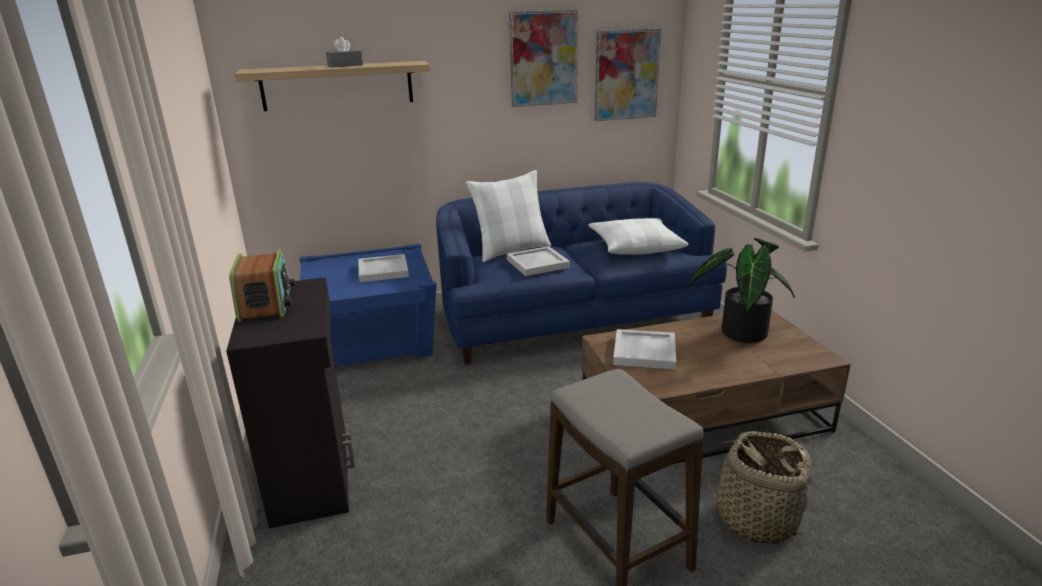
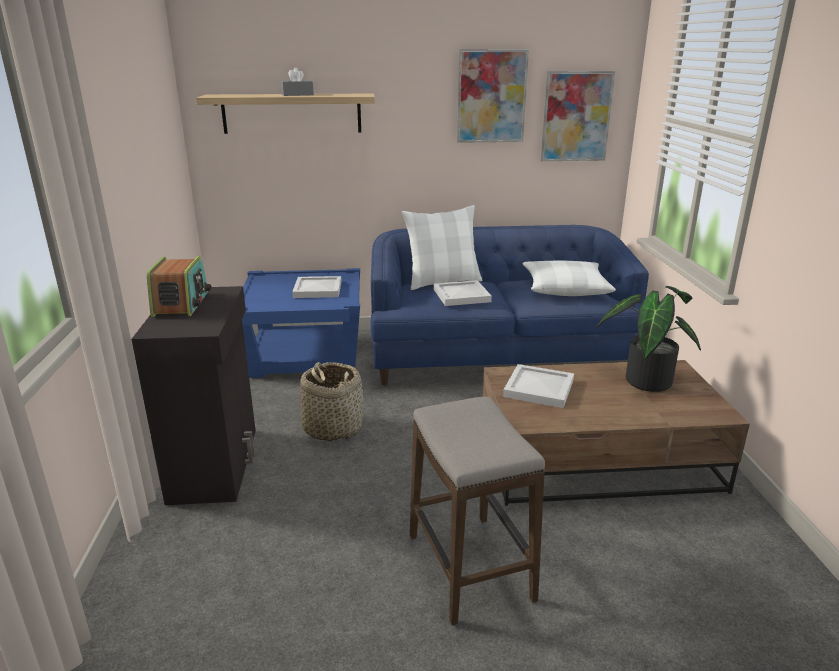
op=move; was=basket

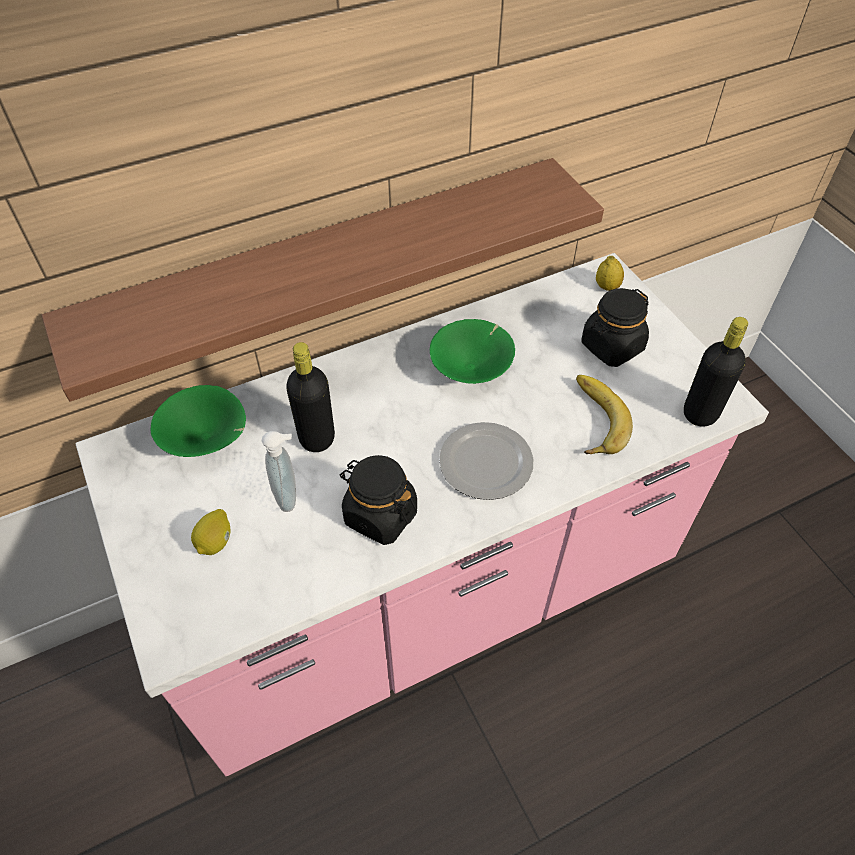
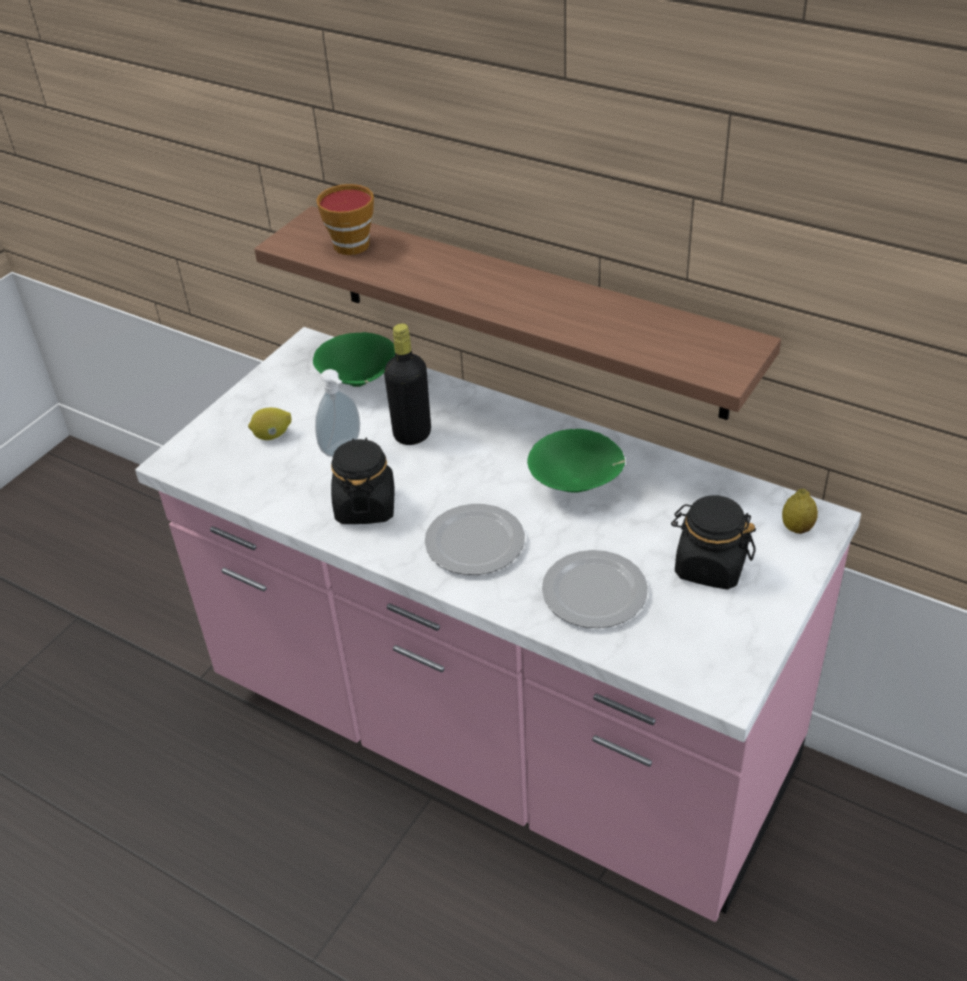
op=insert; now=cup
op=replace; was=whole banana; now=plate (2nd from left)
op=delete; was=blackish drink bottle (2nd from left)

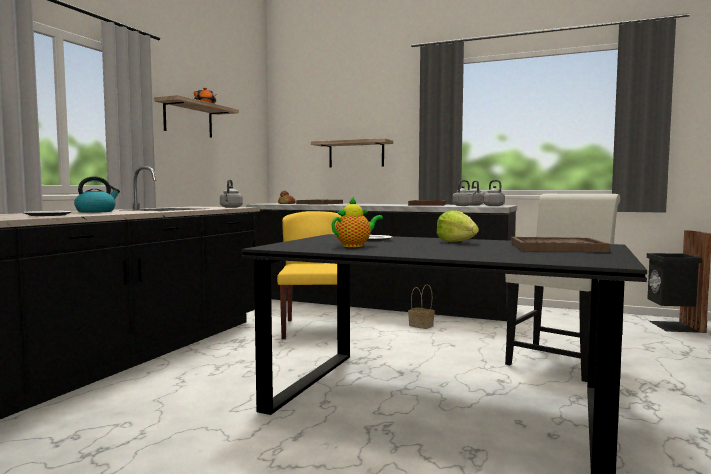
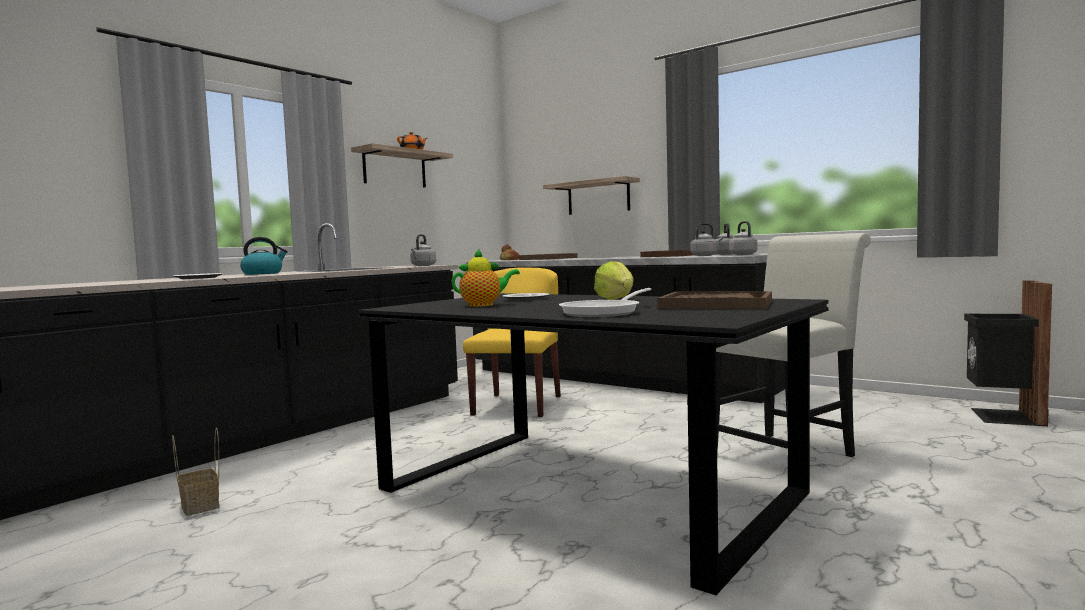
op=move; was=basket
op=insert; now=frying pan

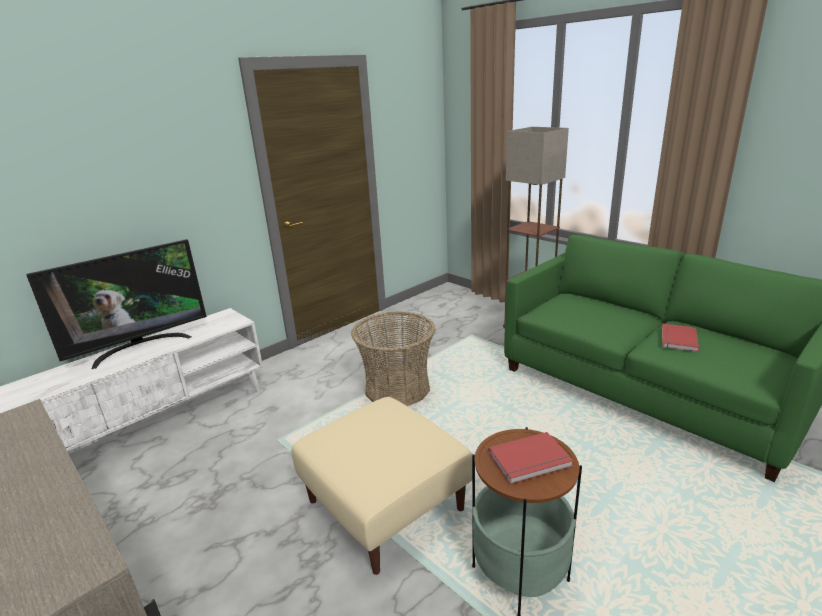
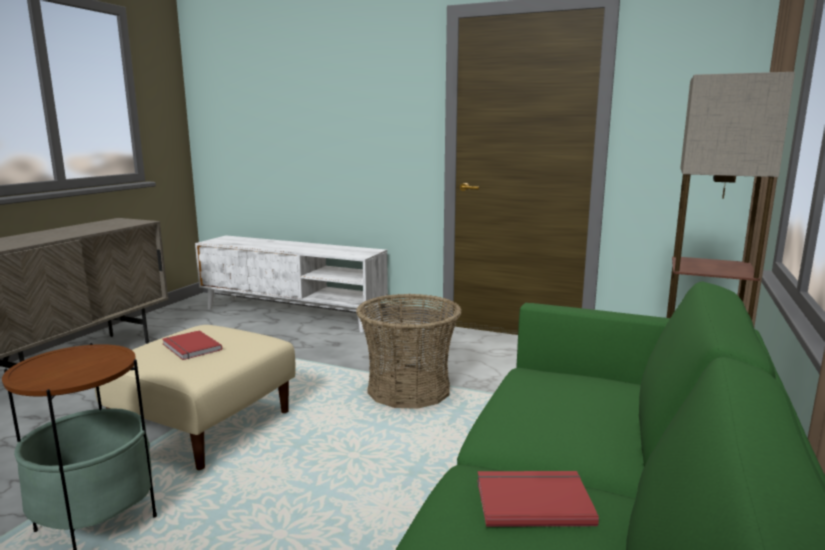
op=move; was=reddish volume (1st from left)
op=delete; was=TV set

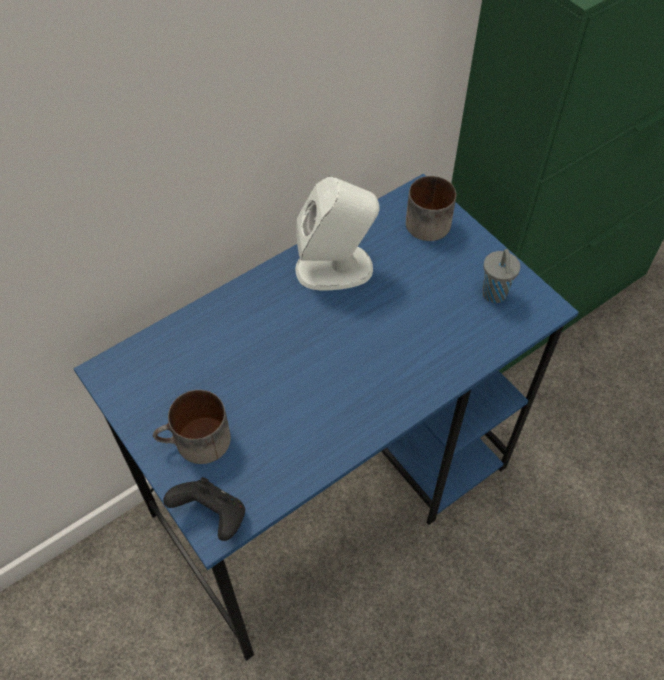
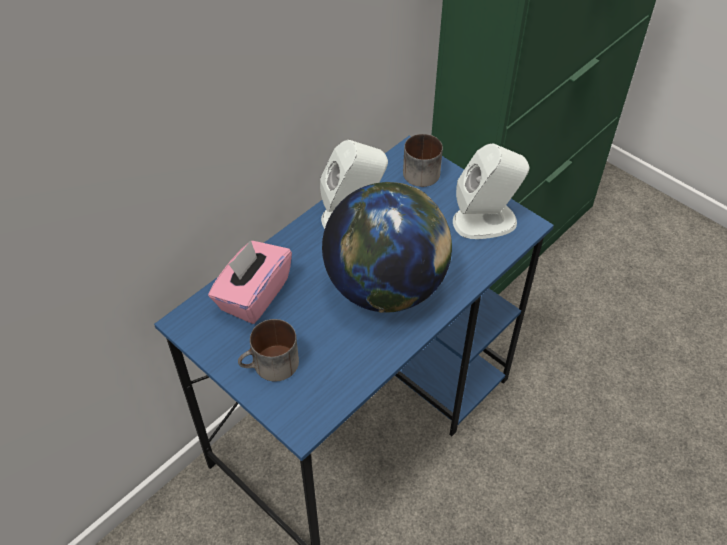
op=insert; now=pinkish box of tissues
op=insert; now=globe
op=replace; was=grey cup; now=white loudspeaker (2nd from left)
op=delete; was=blackish joypad

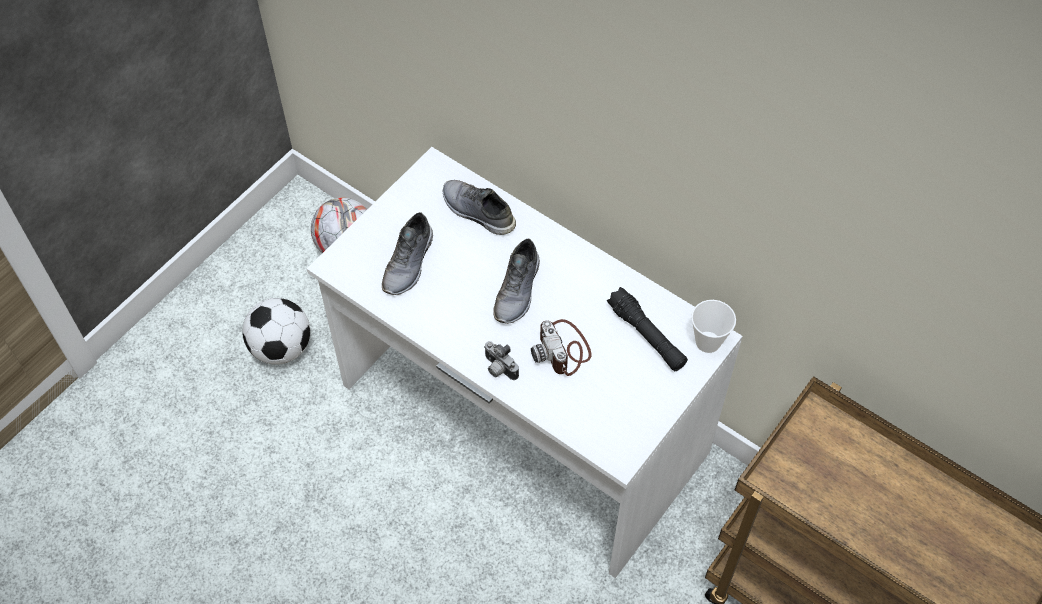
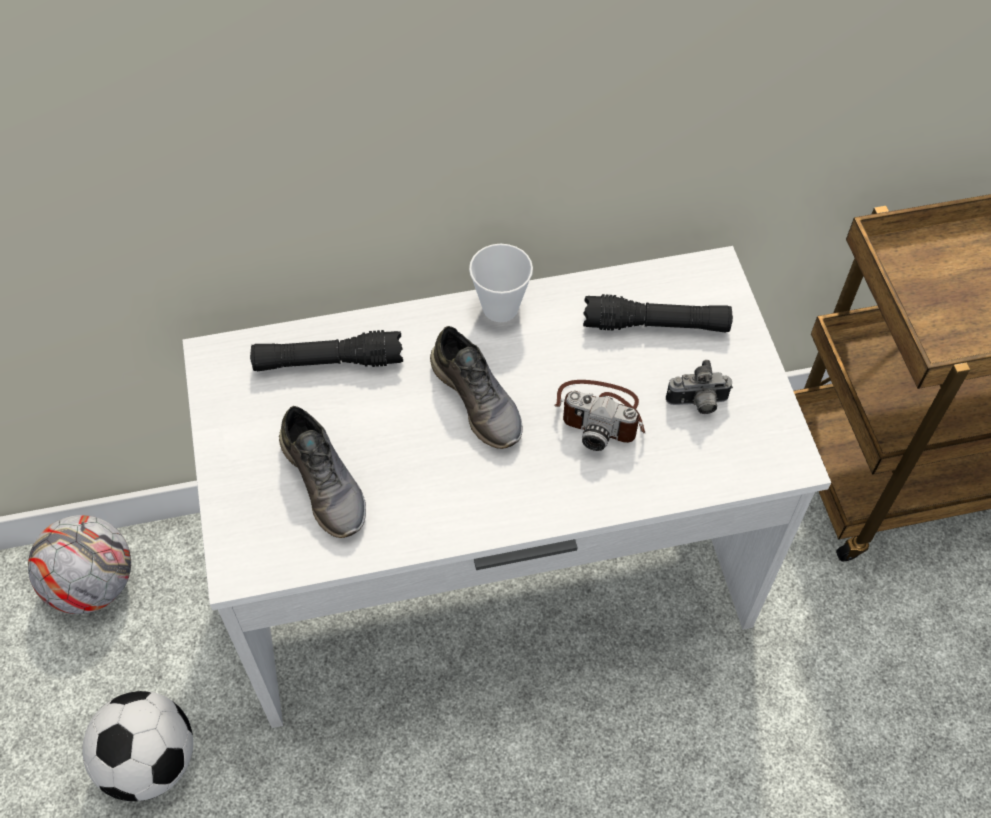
op=replace; was=grey low shoe (2nd from left); now=blackish flashlight (1st from left)
op=move; was=cup
op=move; was=photo camera (1st from left in the first image); now=photo camera (2nd from left)

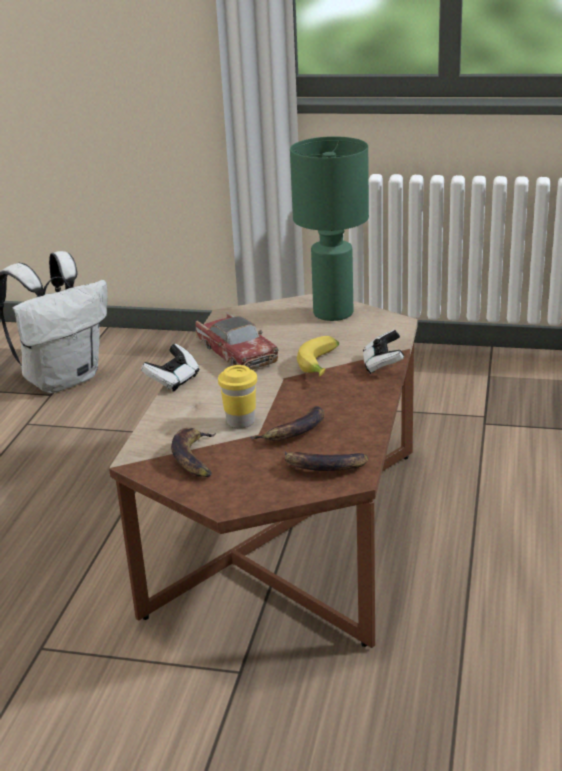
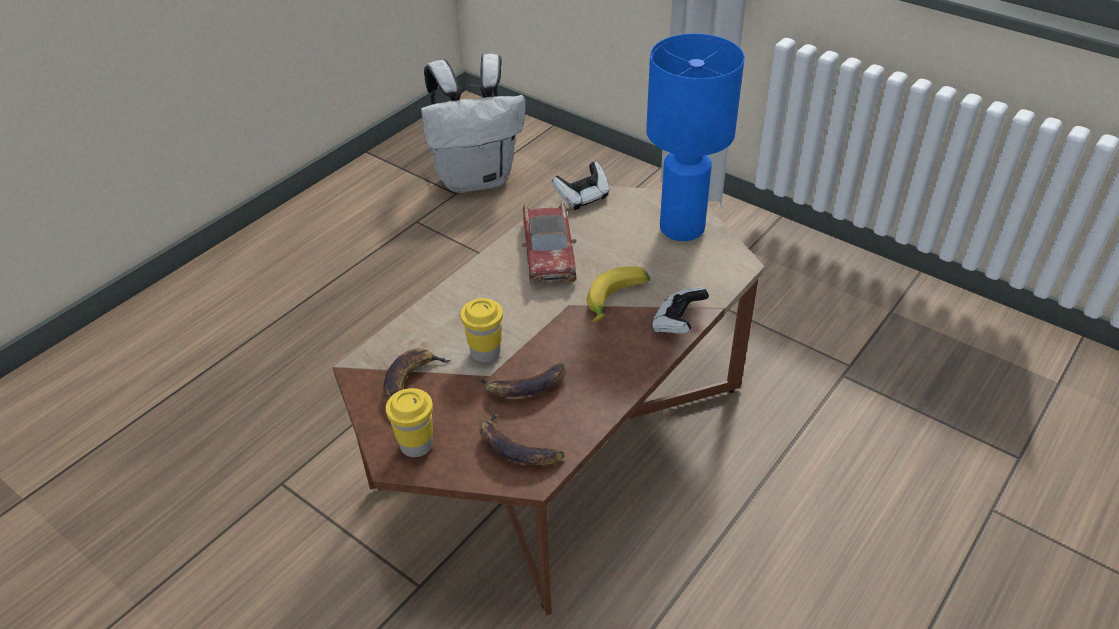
op=insert; now=yellow cup (1st from left)
op=move; was=joypad (1st from left)
op=recolor; was=green tabletop lamp; now=blue tabletop lamp

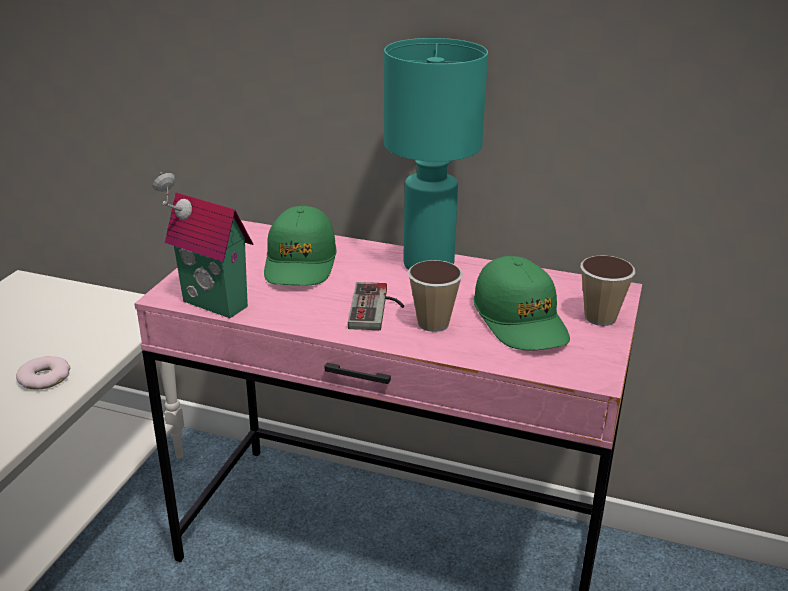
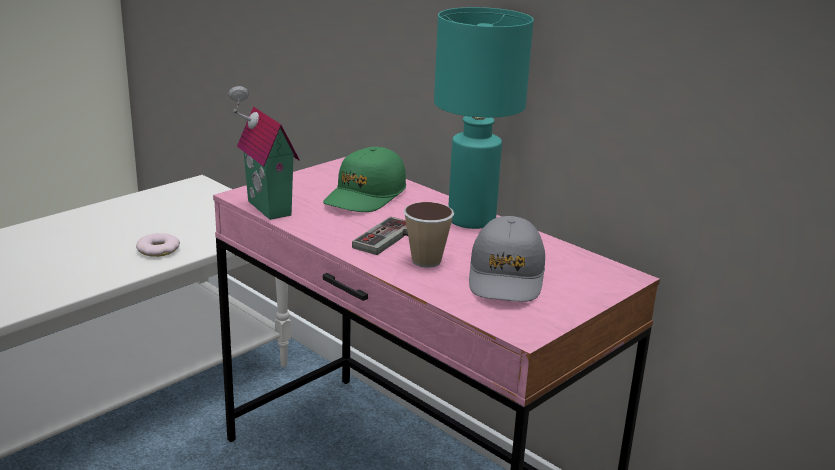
op=recolor; was=green peaked cap (2nd from left); now=grey peaked cap
op=delete; was=cup (2nd from left)

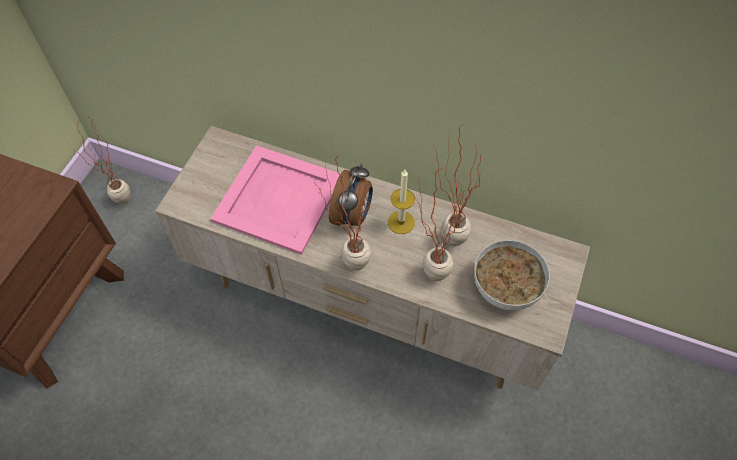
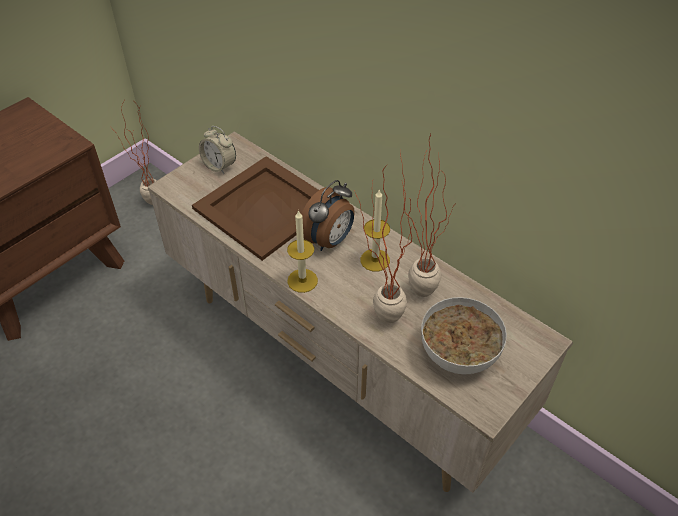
op=recolor; was=pinkish carrying tray; now=brown carrying tray
op=insert; now=table clock (1st from left)
op=replace; was=houseplant (2nd from left); now=wax candle (1st from left)

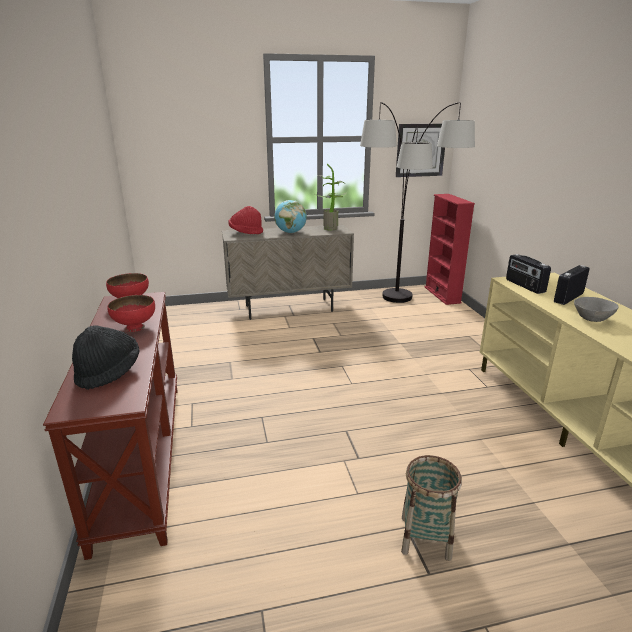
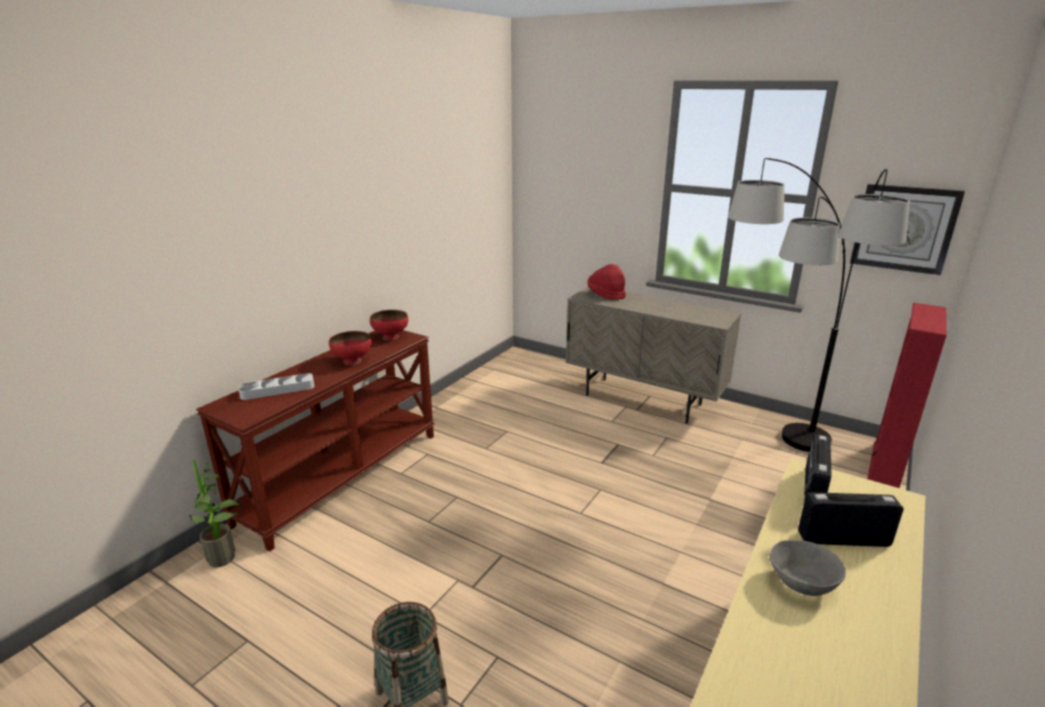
op=move; was=houseplant
op=replace; was=blackish hat; now=grey carrying tray
op=delete; was=globe

